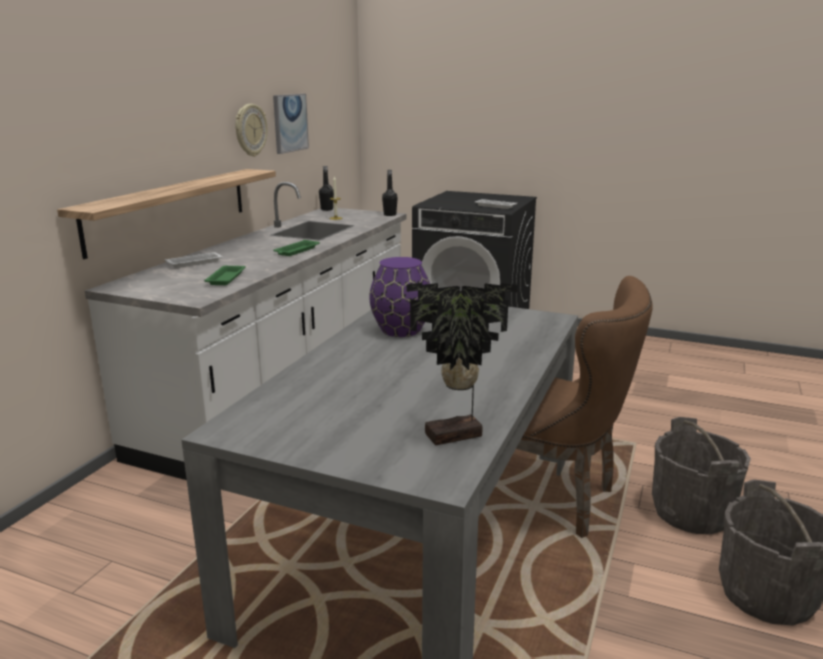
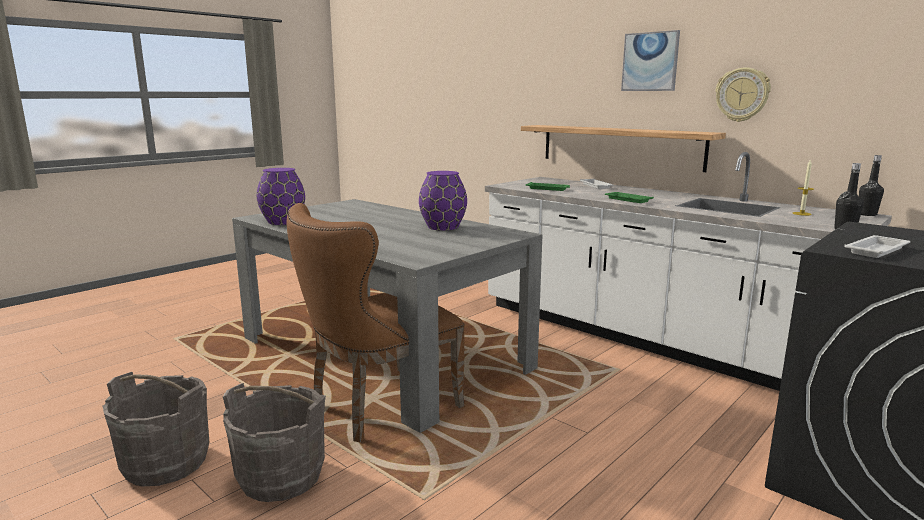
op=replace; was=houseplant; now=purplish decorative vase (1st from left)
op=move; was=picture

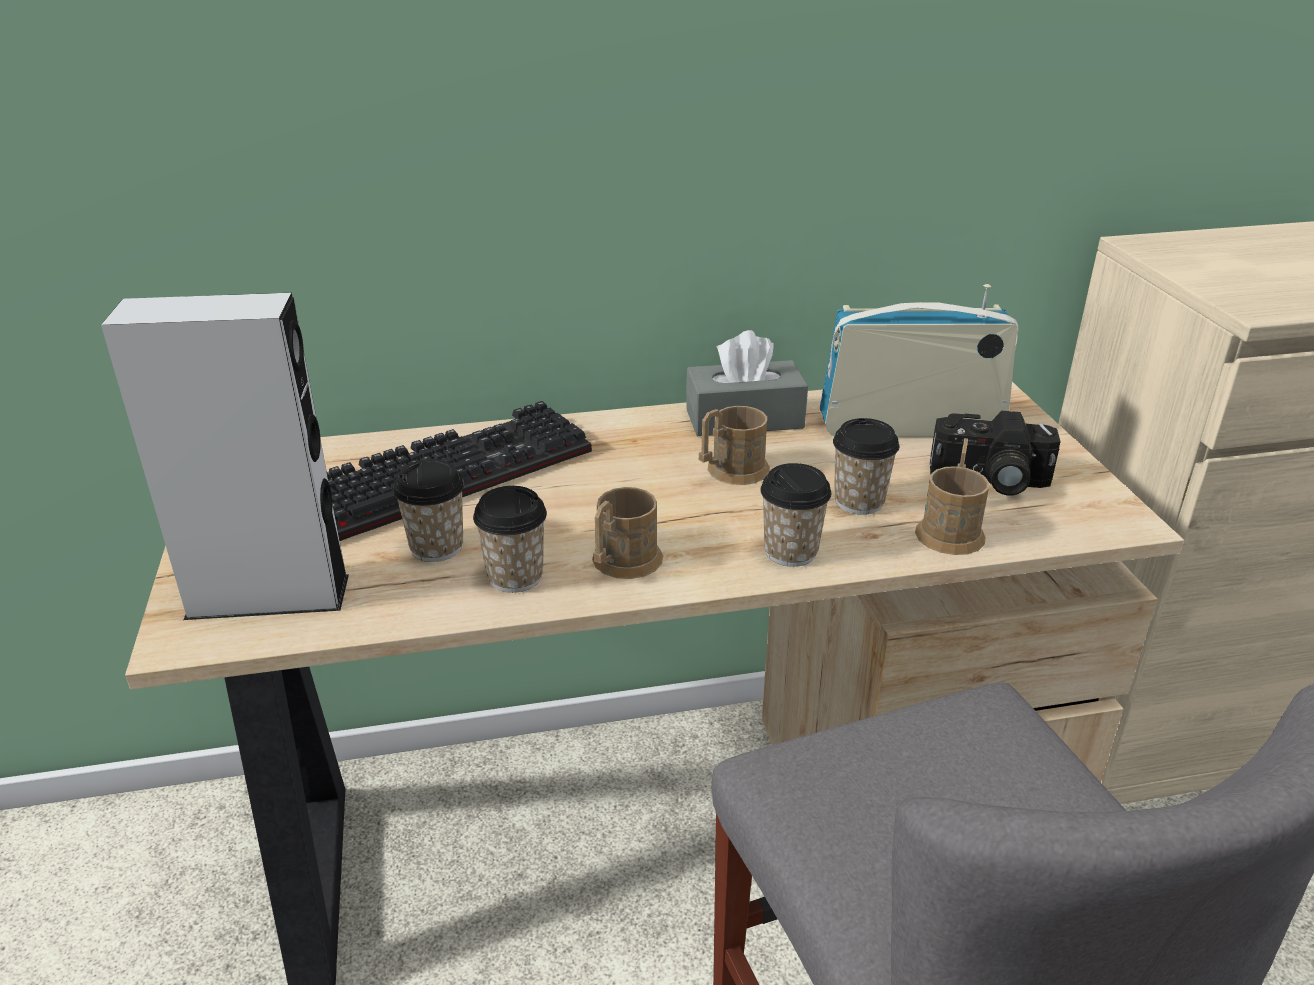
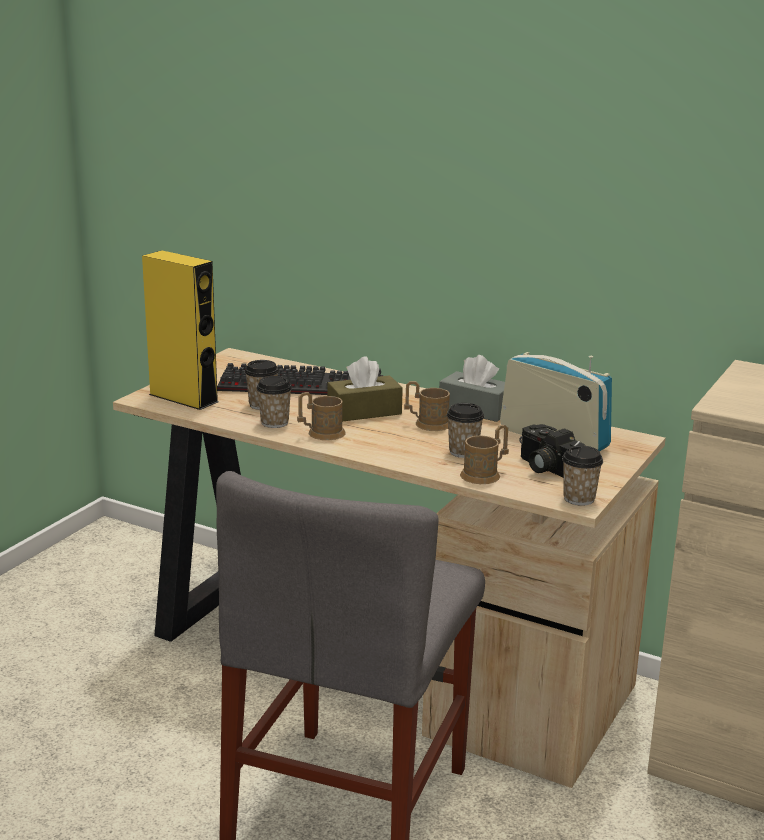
op=recolor; was=grey loudspeaker; now=yellow loudspeaker
op=insert; now=brown box of tissues
op=move; was=cup (3rd from left in the first image); now=cup (4th from left)

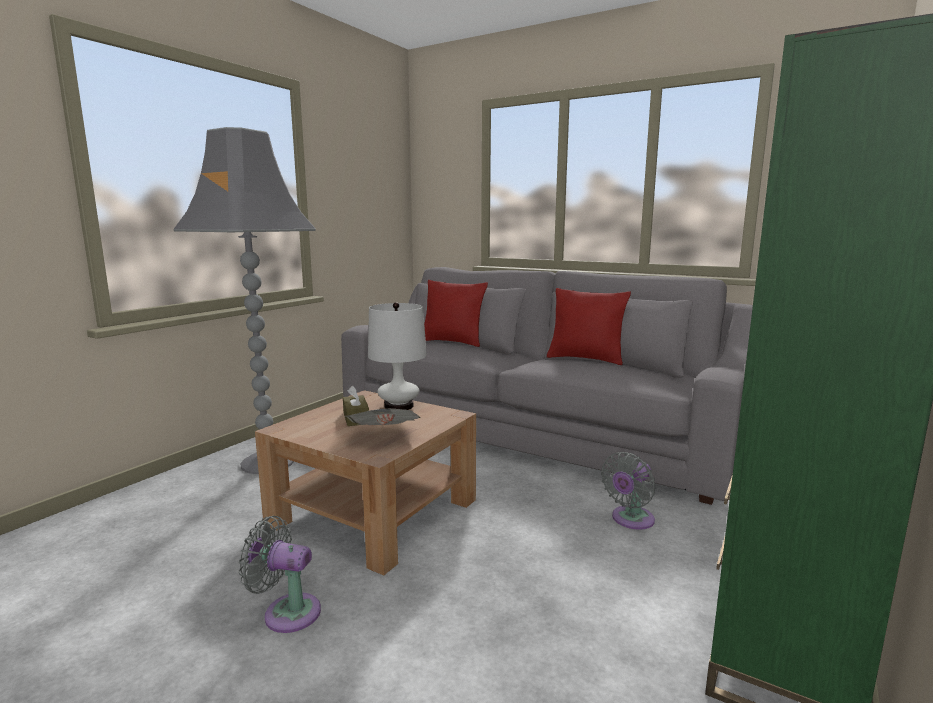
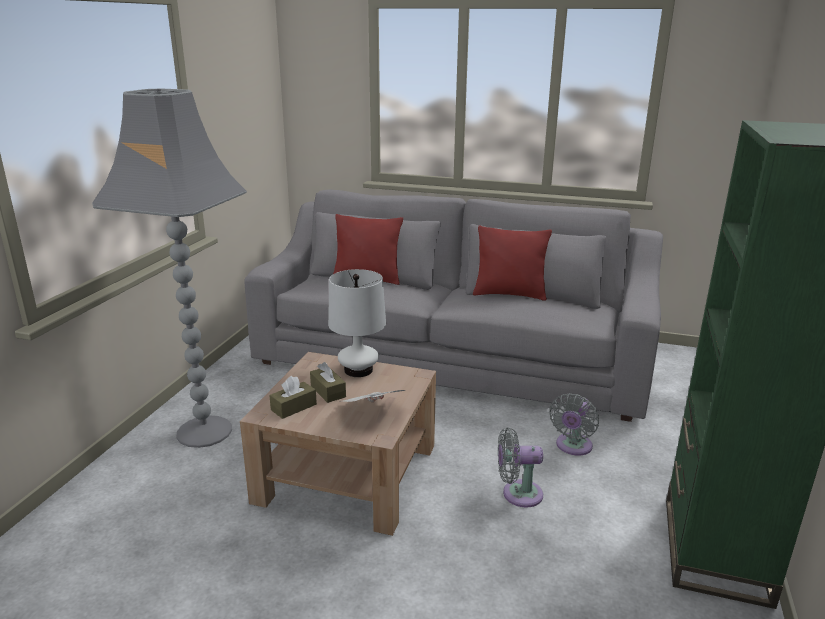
op=insert; now=brown box of tissues (1st from left)
op=move; was=grey fan (1st from left)

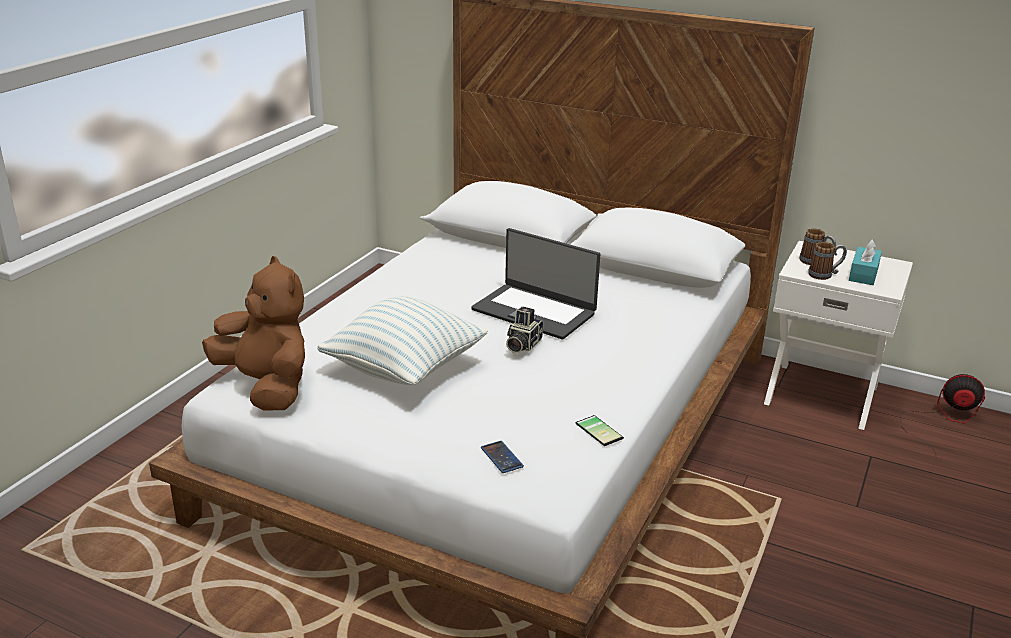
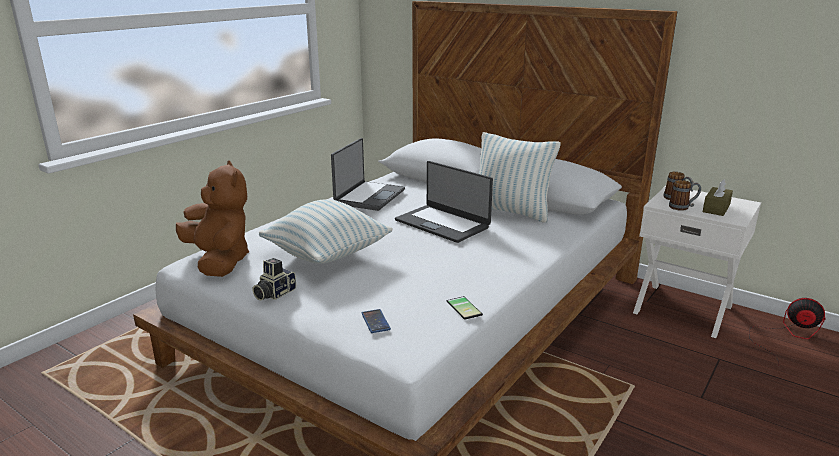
op=move; was=photo camera
op=insert; now=portable computer (1st from left)
op=insert; now=throw pillow (2nd from left)
op=recolor; was=turquoise box of tissues; now=brown box of tissues

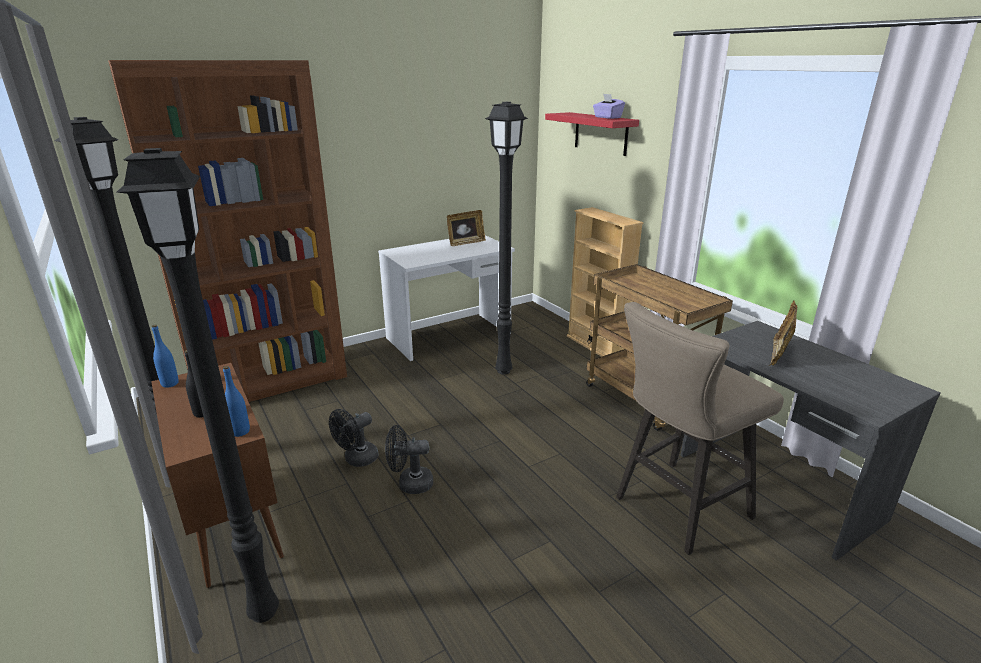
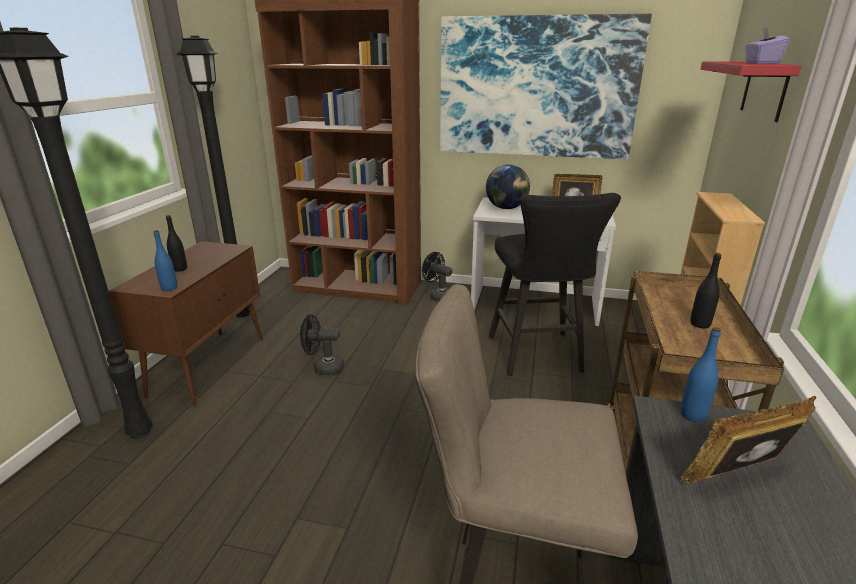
op=move; was=blackish fan (2nd from left)
op=insert; now=picture
op=insert; now=globe
op=replace; was=blackish floor lamp (3rd from left); now=blackish sitting stool
op=move; was=blue drink bottle (1st from left in the first image); now=blue drink bottle (2nd from left)
op=insert; now=blackish drink bottle (2nd from left)

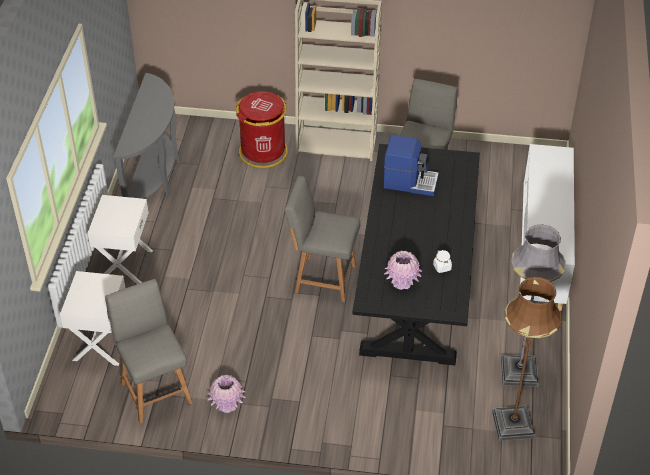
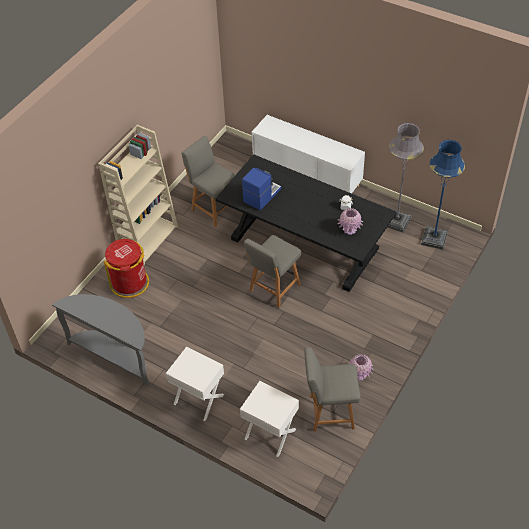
op=recolor; was=brown floor lamp; now=blue floor lamp

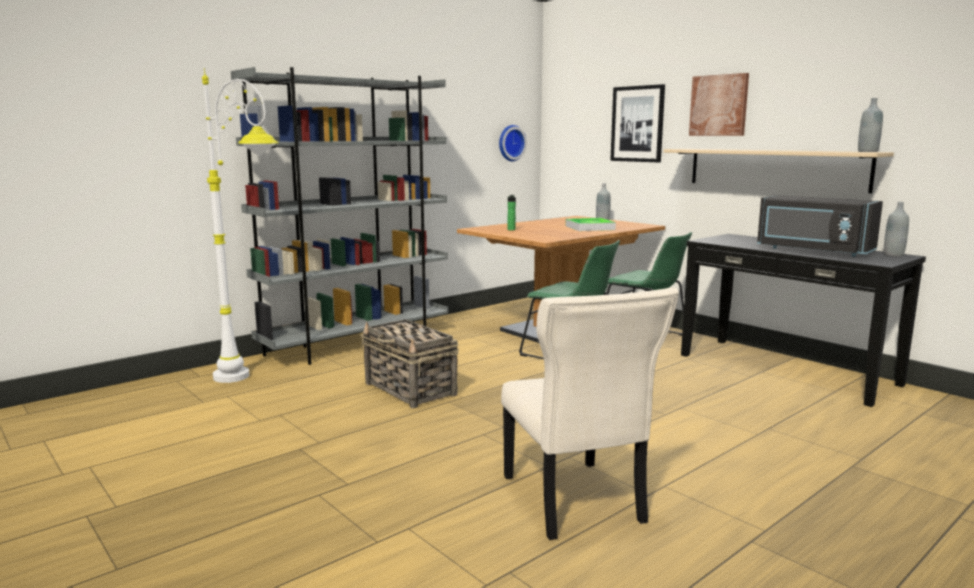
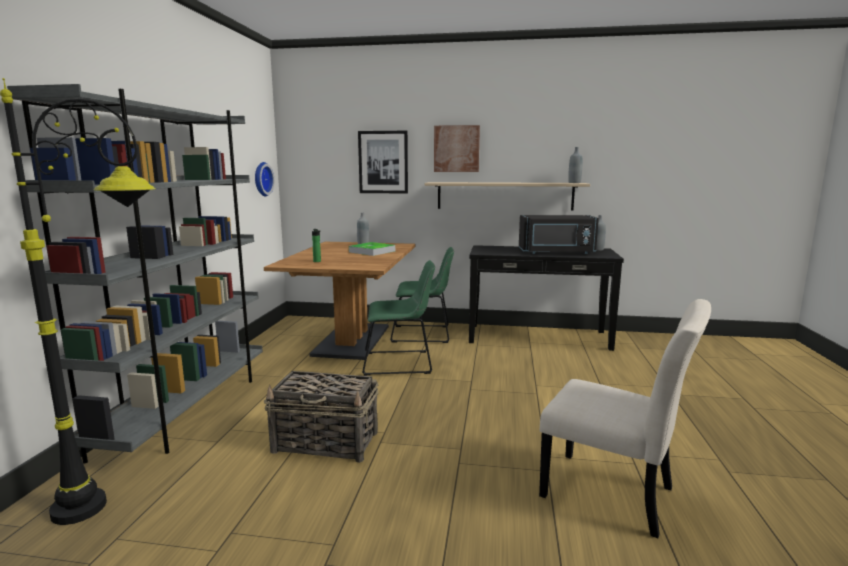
op=recolor; was=white floor lamp; now=blackish floor lamp

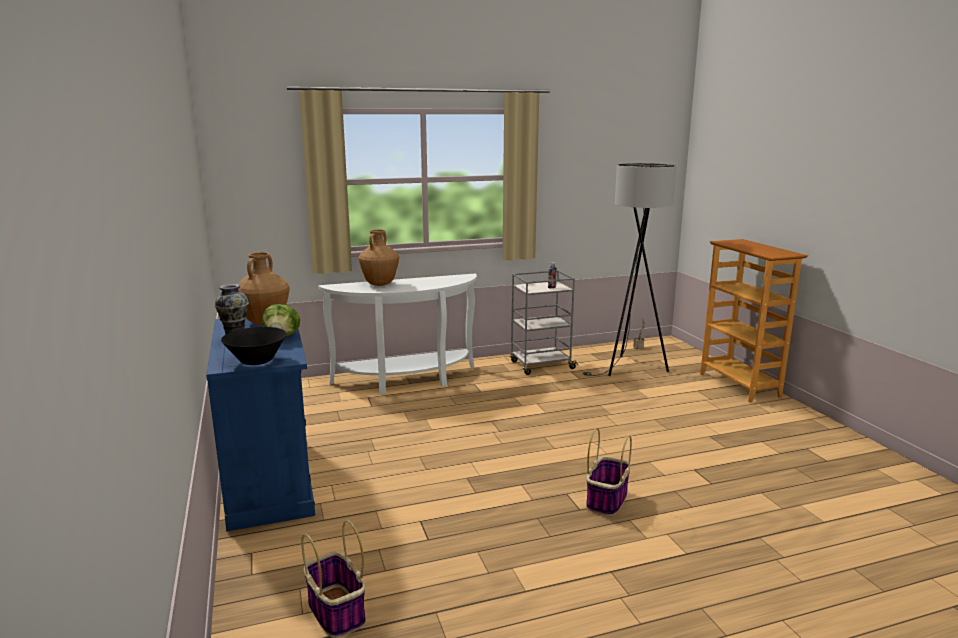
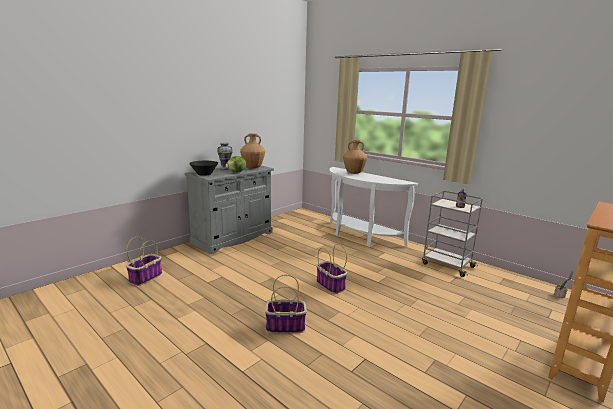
op=recolor; was=blue storage cabinet; now=grey storage cabinet
op=insert; now=basket (3rd from left)
op=delete; was=grey floor lamp

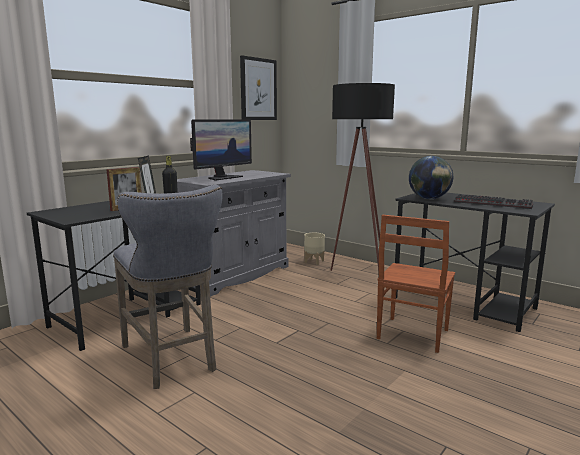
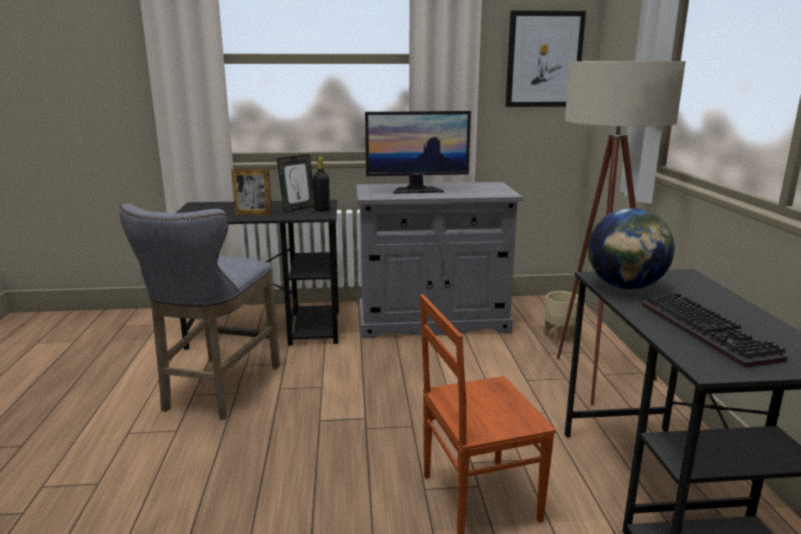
op=recolor; was=blackish floor lamp; now=sand-coloured floor lamp

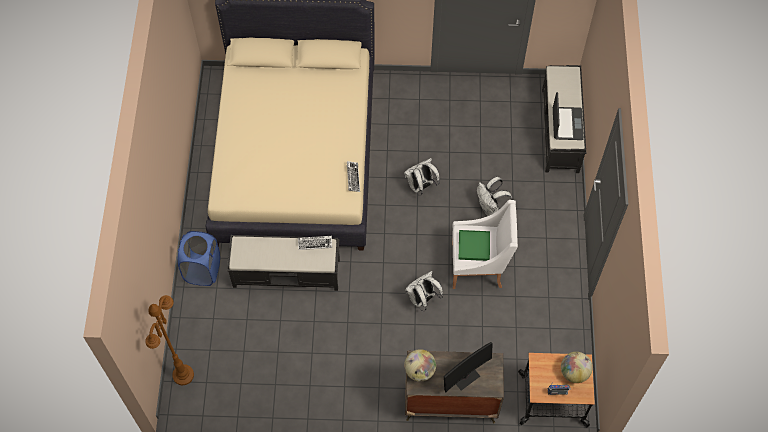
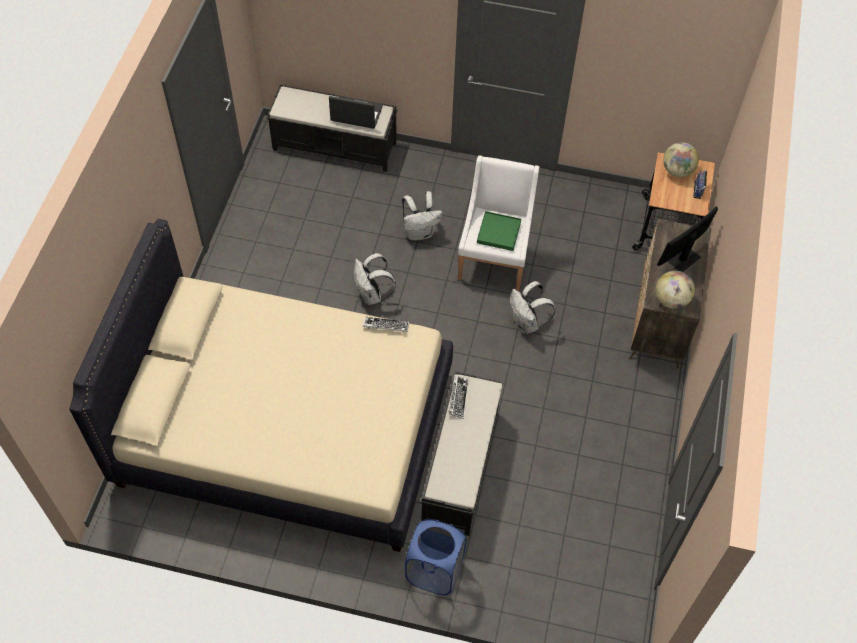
op=rotate; was=computer display; clockwise=-105
op=delete; was=brown floor lamp

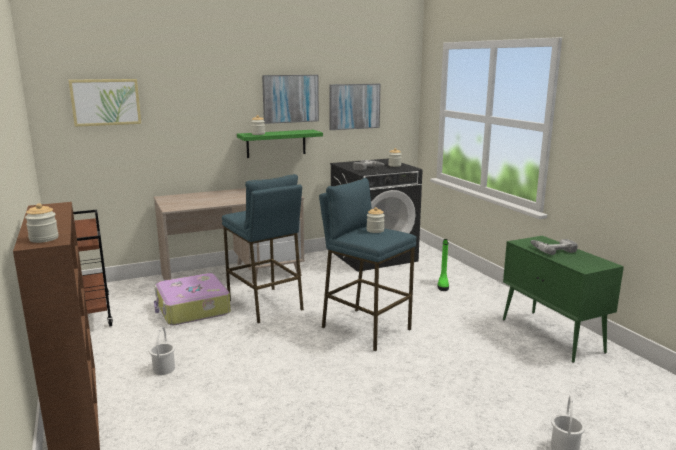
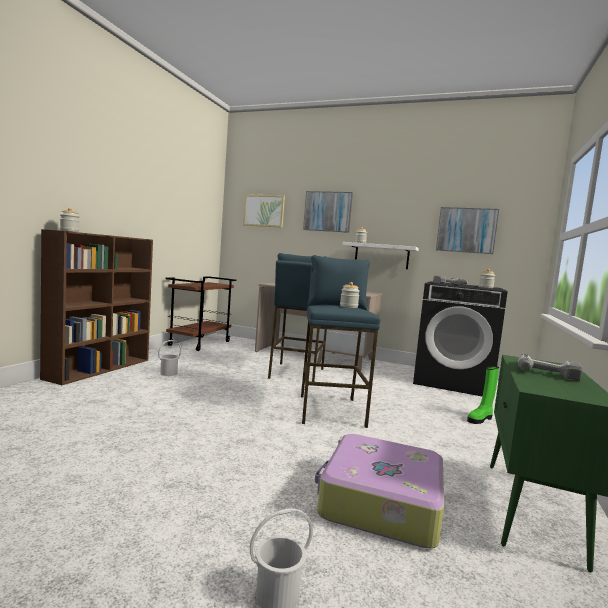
op=move; was=picture (2nd from left)
op=move; was=suitcase
op=recolor; was=green bracket shelf; now=white bracket shelf

